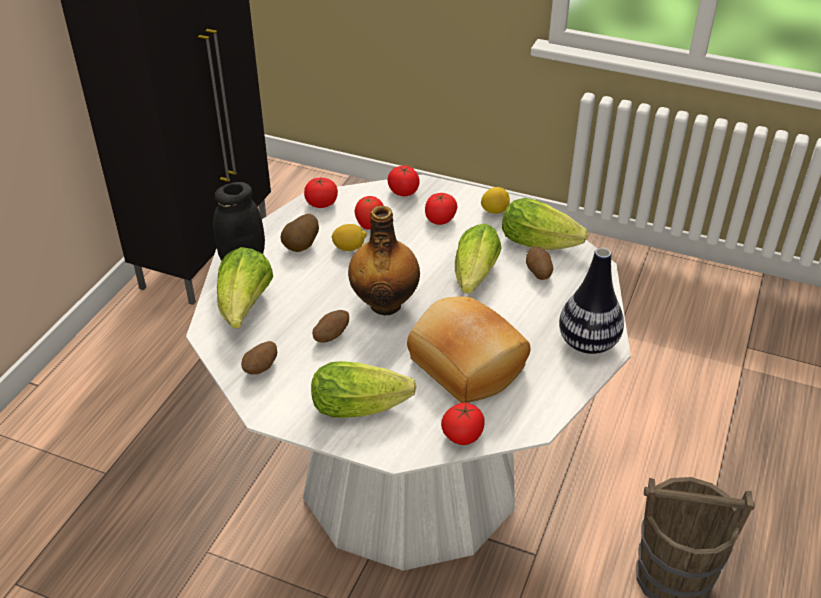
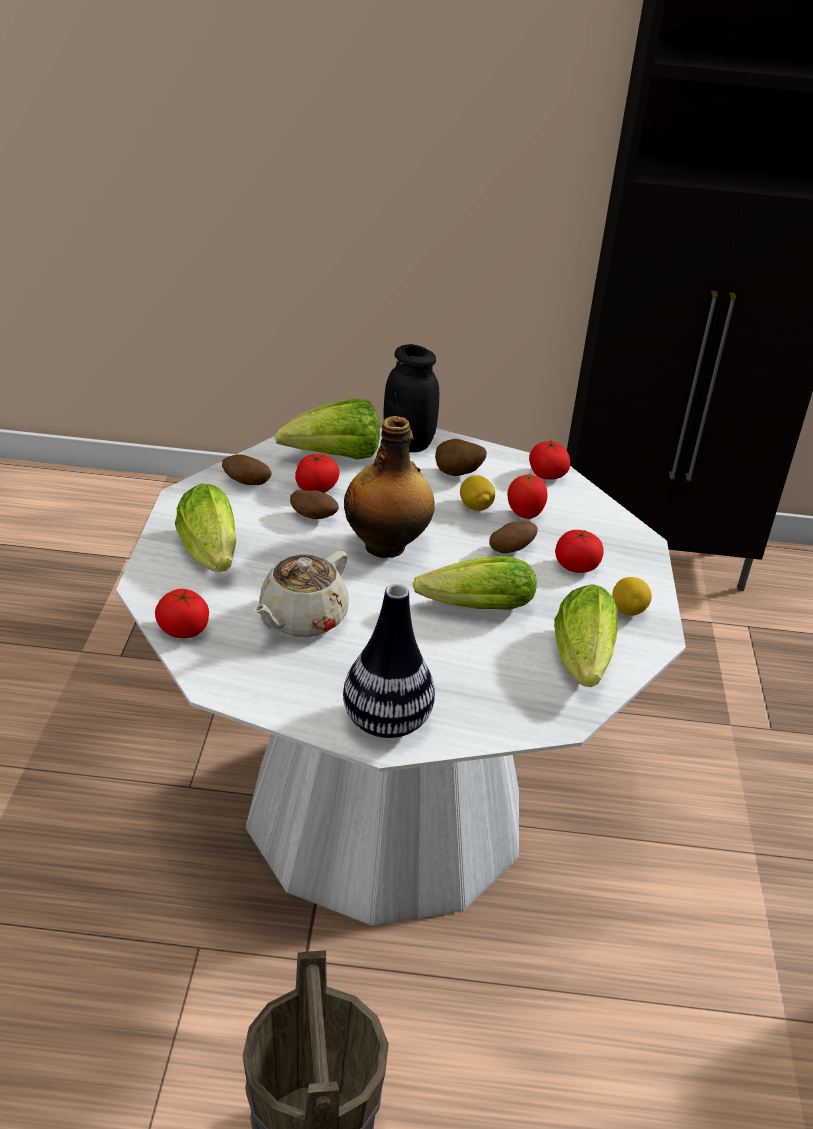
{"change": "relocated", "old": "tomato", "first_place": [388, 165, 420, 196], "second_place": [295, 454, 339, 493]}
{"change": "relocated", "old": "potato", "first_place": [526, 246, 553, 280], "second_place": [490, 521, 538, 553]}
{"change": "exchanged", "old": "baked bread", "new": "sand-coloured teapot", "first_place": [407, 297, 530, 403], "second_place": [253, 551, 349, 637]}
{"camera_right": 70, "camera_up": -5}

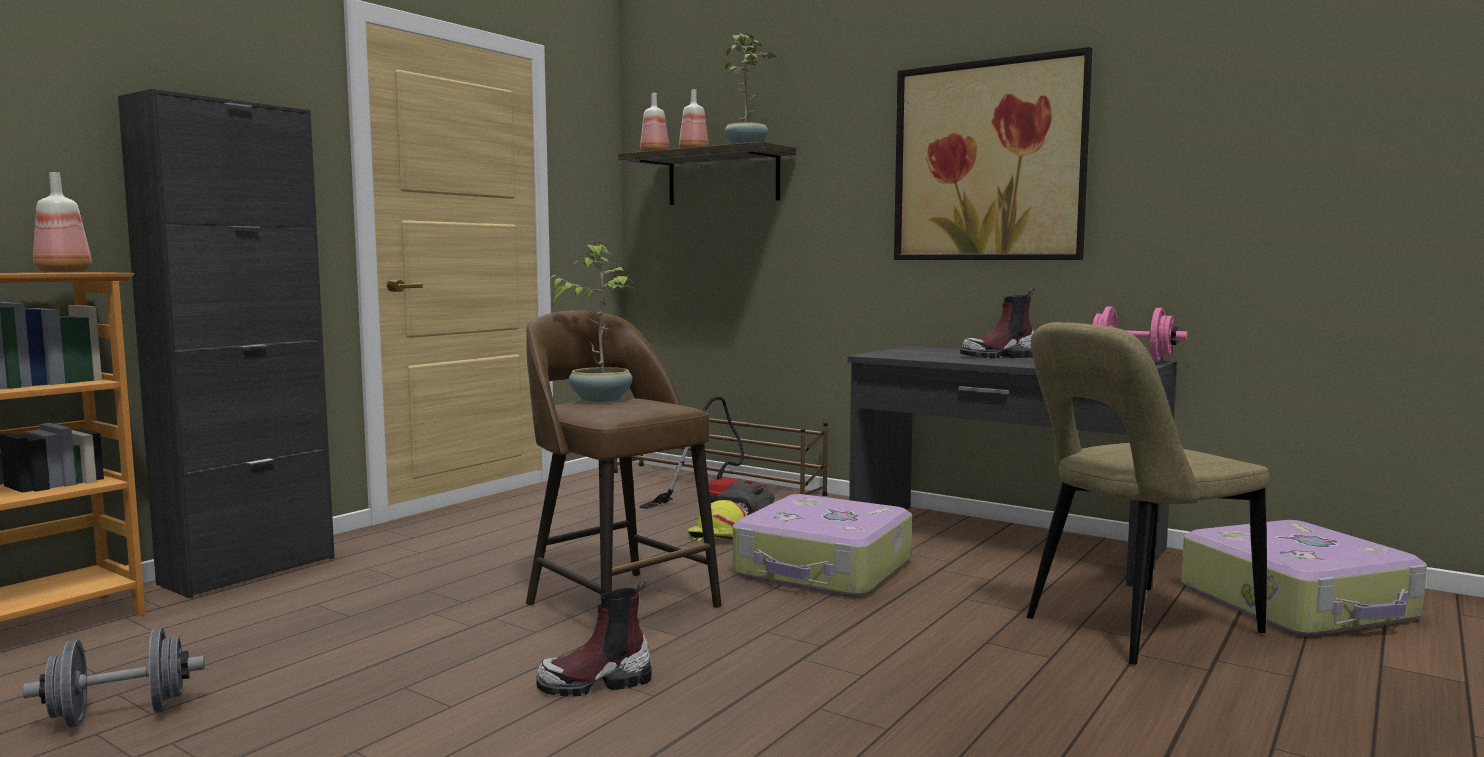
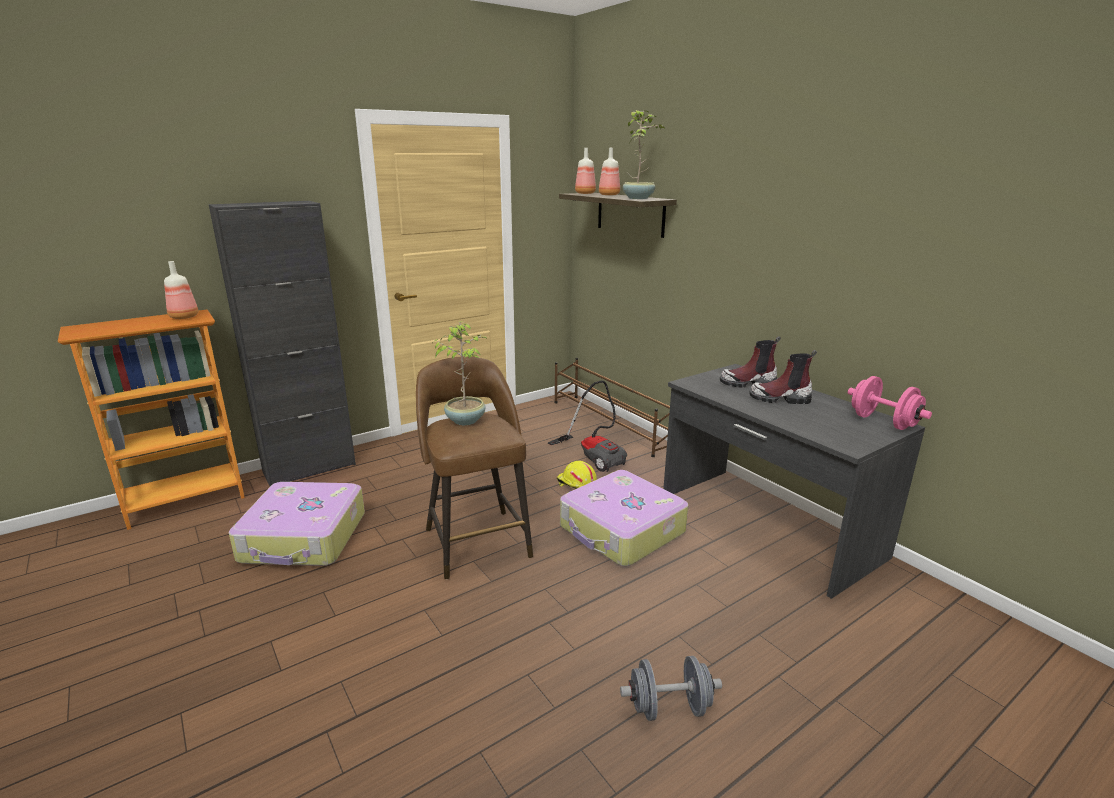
{"change": "missing", "old": "wall picture", "first_place": [894, 47, 1092, 260]}
{"change": "missing", "old": "sand-coloured chair", "first_place": [1027, 322, 1270, 665]}
{"change": "relocated", "old": "piece of luggage", "first_place": [1181, 520, 1427, 636], "second_place": [229, 482, 365, 566]}
{"change": "relocated", "old": "boot", "first_place": [536, 579, 652, 697], "second_place": [720, 337, 781, 388]}
{"change": "relocated", "old": "grey dumbbell", "first_place": [23, 628, 205, 727], "second_place": [620, 656, 722, 721]}
{"camera_right": 20, "camera_up": 15}

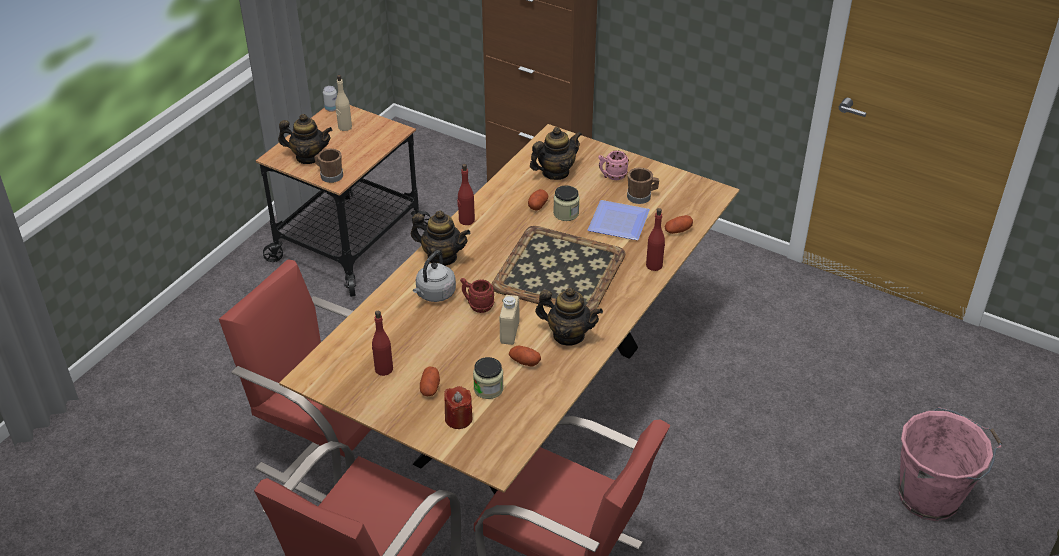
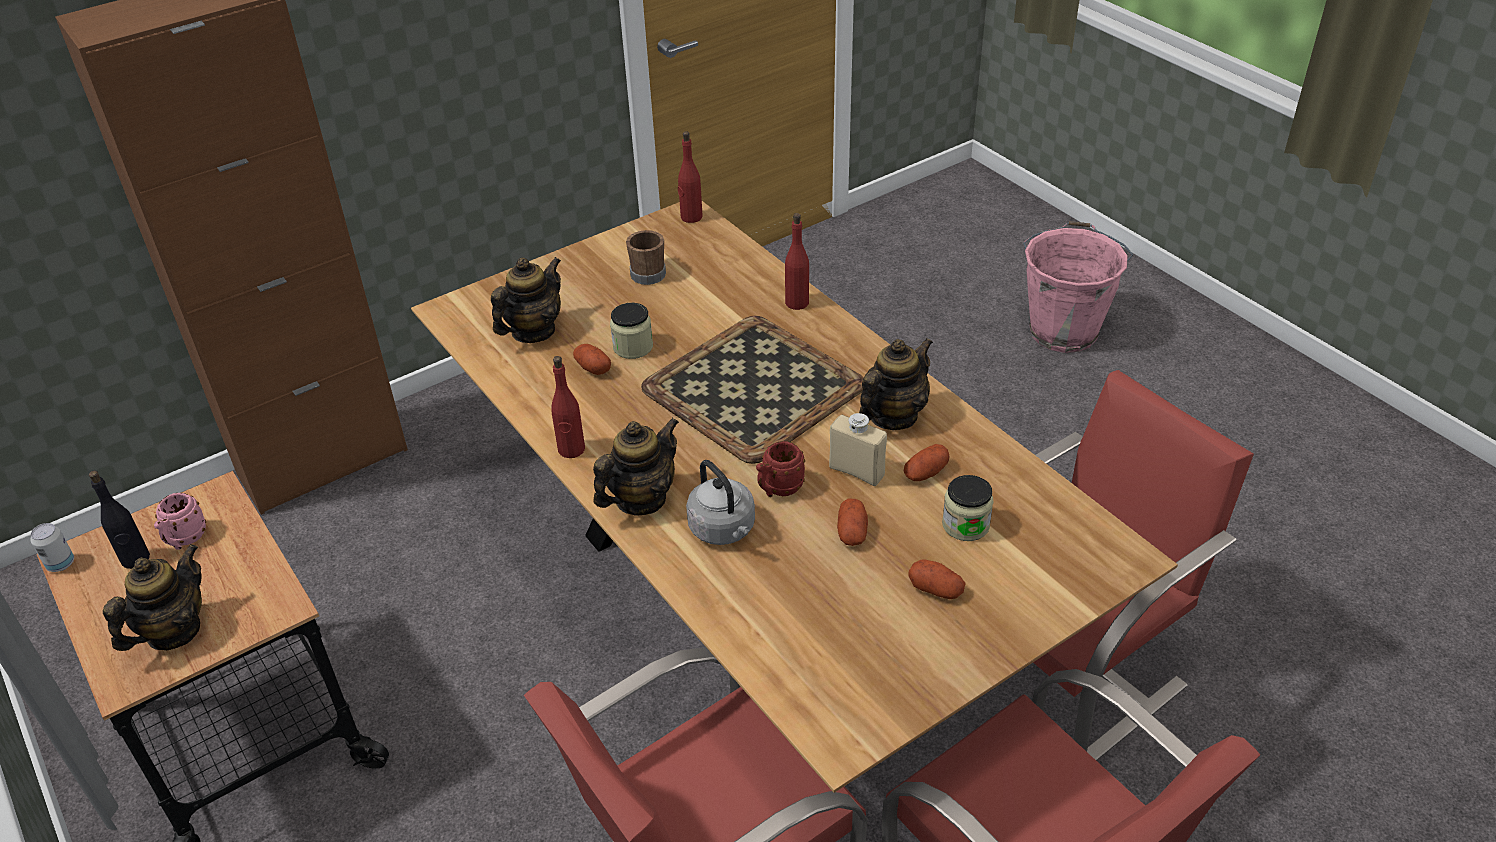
{"change": "colour", "old": "sand-coloured beverage bottle", "new": "black-coloured beverage bottle", "first_place": [335, 75, 352, 131], "second_place": [89, 470, 150, 569]}
{"change": "spun", "old": "teapot", "first_place": [530, 127, 582, 180], "second_place": [491, 257, 561, 343], "degrees": 45}
{"change": "missing", "old": "brown-coloured tea mug", "first_place": [314, 148, 343, 183]}
{"change": "relocated", "old": "pink tea mug", "first_place": [598, 151, 629, 180], "second_place": [154, 493, 206, 550]}
{"change": "missing", "old": "flat dish", "first_place": [588, 200, 650, 240]}
{"change": "relocated", "old": "potato", "first_place": [665, 215, 693, 234], "second_place": [837, 498, 868, 546]}
{"change": "relocated", "old": "red beverage bottle", "first_place": [372, 311, 393, 376], "second_place": [678, 131, 702, 223]}
{"change": "missing", "old": "red candle", "first_place": [444, 386, 472, 429]}
{"camera_right": -65, "camera_up": 0}

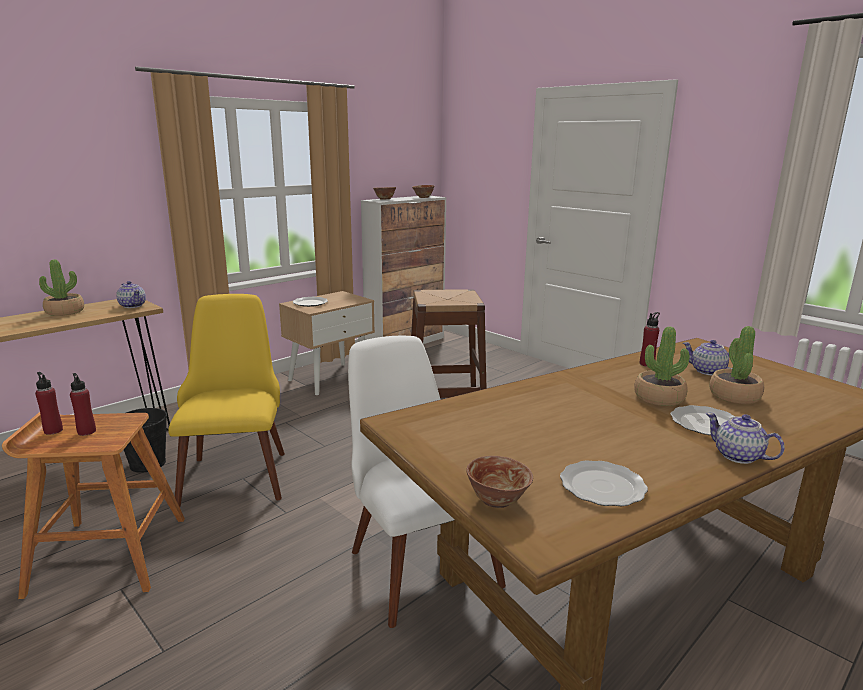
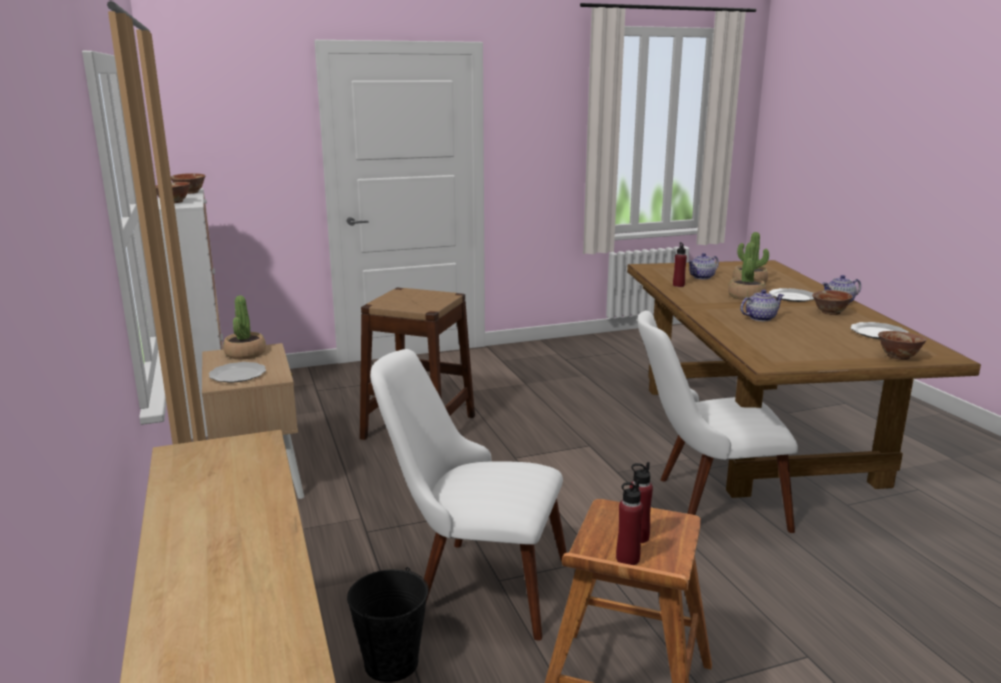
{"change": "relocated", "old": "plant in a pot", "first_place": [39, 259, 84, 316], "second_place": [223, 296, 266, 359]}
{"change": "relocated", "old": "teapot", "first_place": [116, 281, 146, 308], "second_place": [740, 290, 784, 321]}
{"change": "colour", "old": "yellowish chair", "new": "white chair", "first_place": [168, 294, 285, 507], "second_place": [370, 349, 567, 641]}
{"change": "appeared", "new": "deep dish", "second_place": [812, 290, 852, 315]}
{"camera_right": -65, "camera_up": 0}

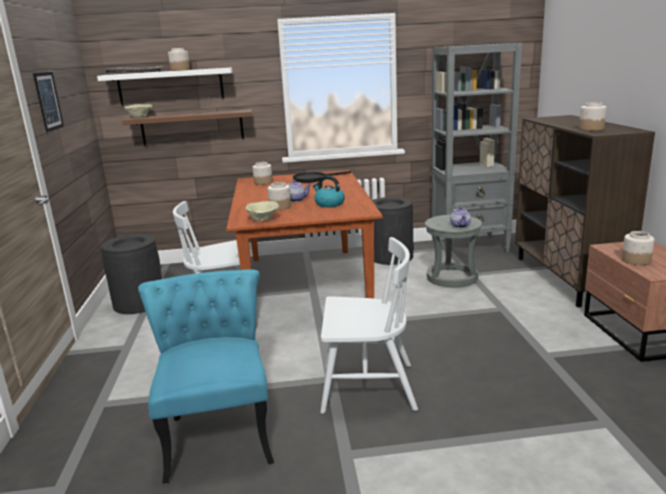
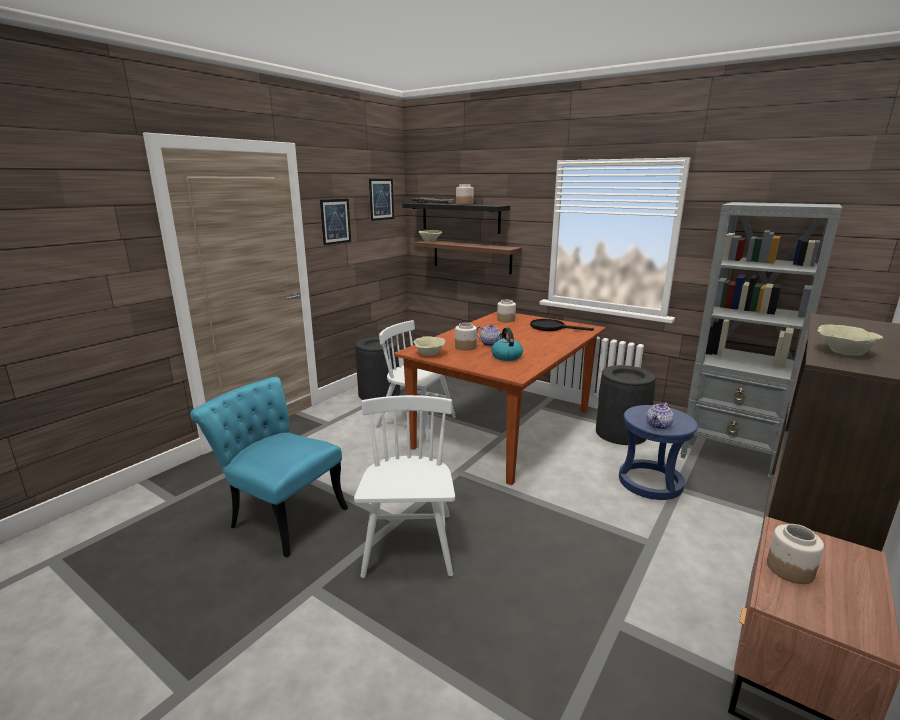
{"change": "colour", "old": "white shelf", "new": "black-coloured shelf", "first_place": [97, 67, 232, 105], "second_place": [402, 203, 510, 234]}
{"change": "exchanged", "old": "jar", "new": "sand-coloured deep dish", "first_place": [579, 102, 607, 131], "second_place": [817, 324, 883, 356]}
{"change": "colour", "old": "grey sitting stool", "new": "blue-coloured sitting stool", "first_place": [425, 215, 482, 288], "second_place": [619, 405, 698, 500]}
{"change": "spun", "old": "white chair", "first_place": [320, 237, 418, 414], "second_place": [354, 395, 455, 578], "degrees": -135}
{"change": "spun", "old": "blue-green chair", "first_place": [138, 269, 274, 483], "second_place": [190, 377, 348, 558], "degrees": -90}
{"change": "appeared", "new": "wall picture", "second_place": [369, 179, 394, 221]}
{"camera_right": 40, "camera_up": 0}

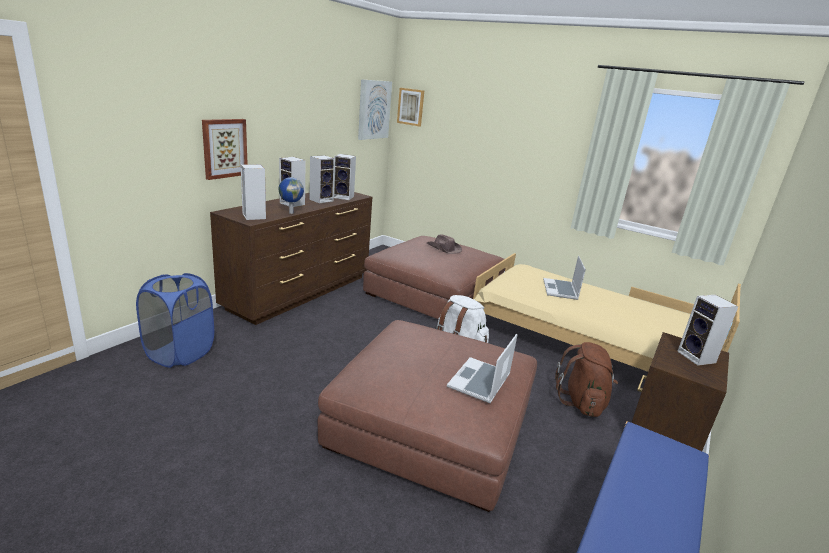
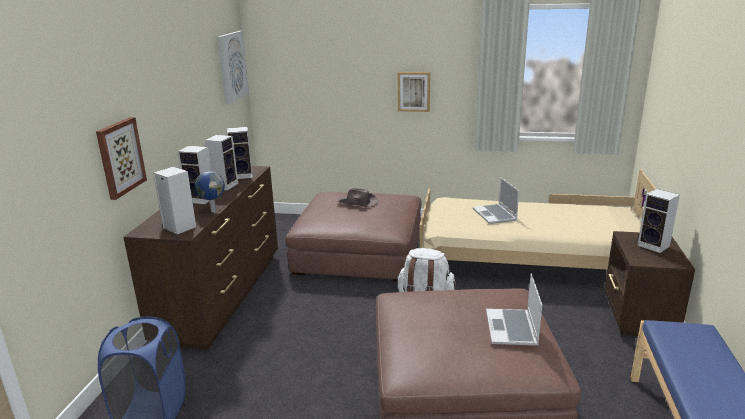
{"change": "relocated", "old": "wall picture", "first_place": [397, 88, 424, 127], "second_place": [398, 72, 430, 112]}
{"change": "missing", "old": "brown-coloured rucksack", "first_place": [555, 342, 618, 417]}
{"camera_right": -20, "camera_up": 0}

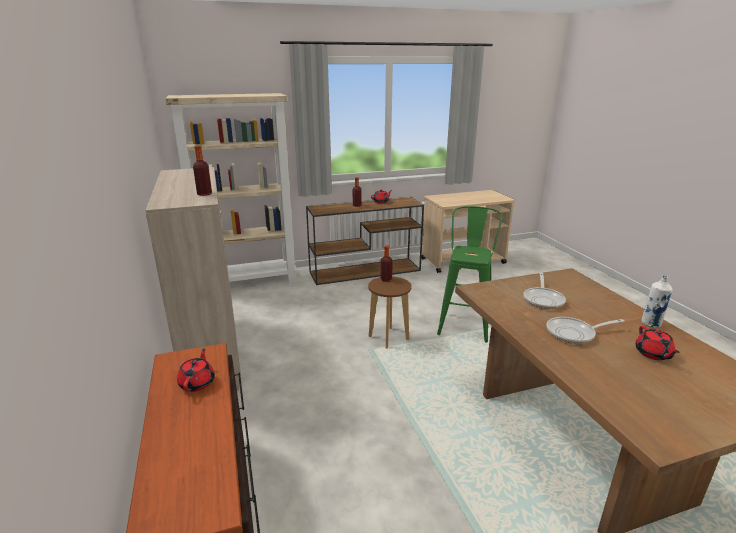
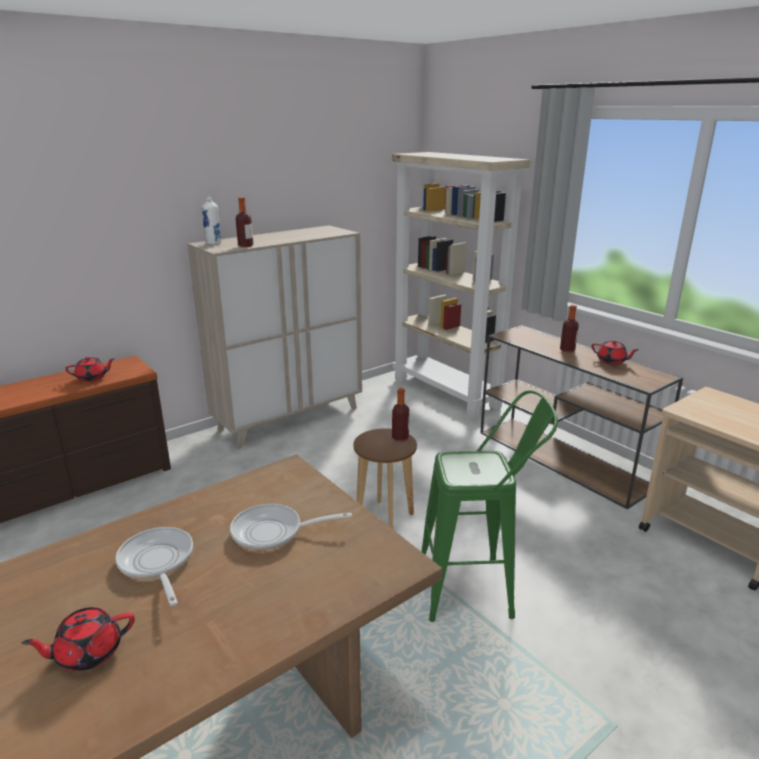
{"change": "relocated", "old": "white beverage bottle", "first_place": [641, 276, 673, 328], "second_place": [202, 196, 221, 245]}
{"camera_right": 70, "camera_up": 0}

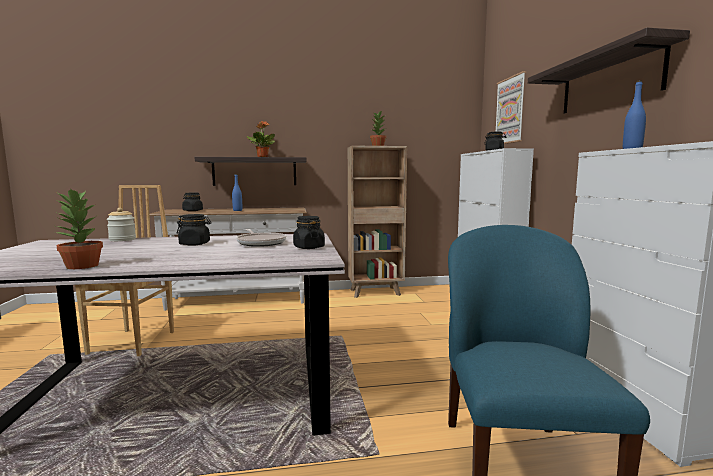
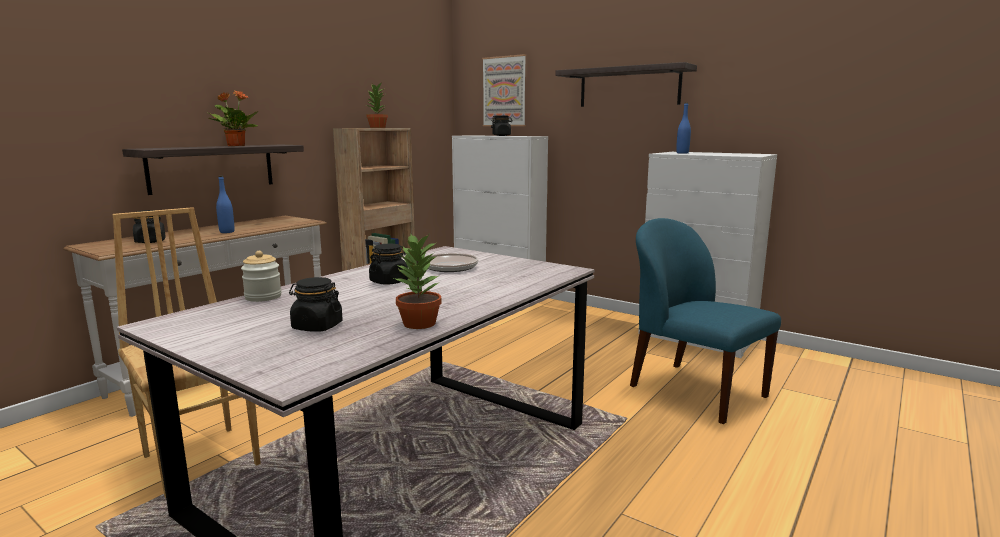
{"change": "relocated", "old": "black-coloured jar", "first_place": [293, 216, 325, 249], "second_place": [289, 277, 343, 332]}
{"camera_right": -45, "camera_up": 5}

